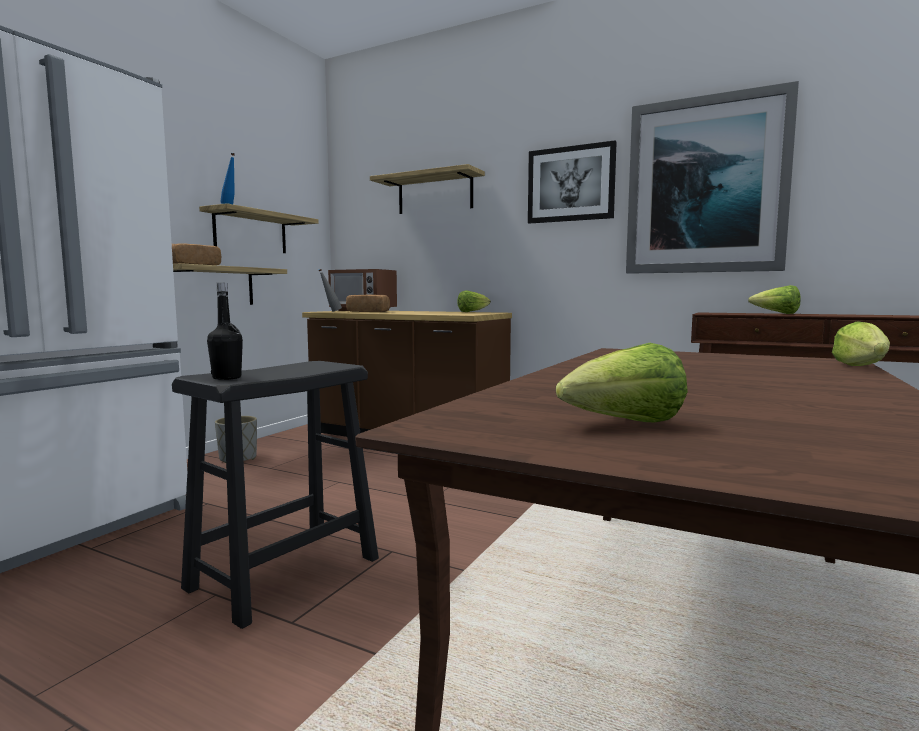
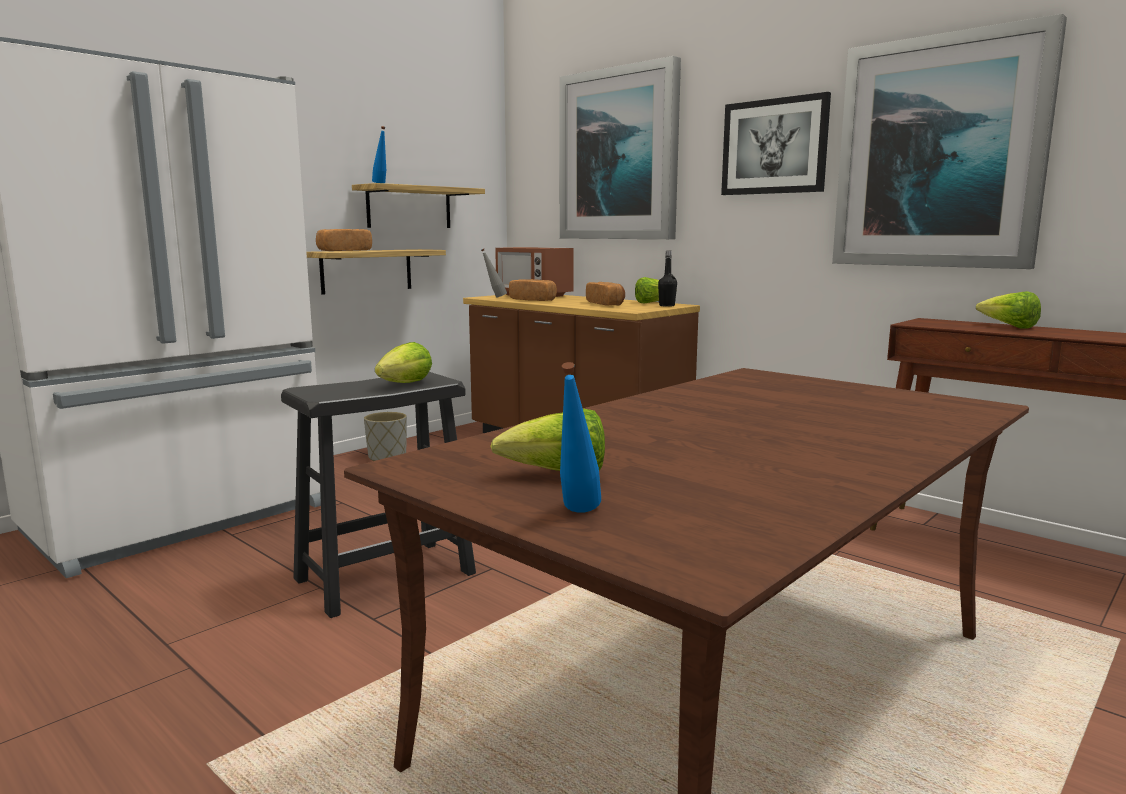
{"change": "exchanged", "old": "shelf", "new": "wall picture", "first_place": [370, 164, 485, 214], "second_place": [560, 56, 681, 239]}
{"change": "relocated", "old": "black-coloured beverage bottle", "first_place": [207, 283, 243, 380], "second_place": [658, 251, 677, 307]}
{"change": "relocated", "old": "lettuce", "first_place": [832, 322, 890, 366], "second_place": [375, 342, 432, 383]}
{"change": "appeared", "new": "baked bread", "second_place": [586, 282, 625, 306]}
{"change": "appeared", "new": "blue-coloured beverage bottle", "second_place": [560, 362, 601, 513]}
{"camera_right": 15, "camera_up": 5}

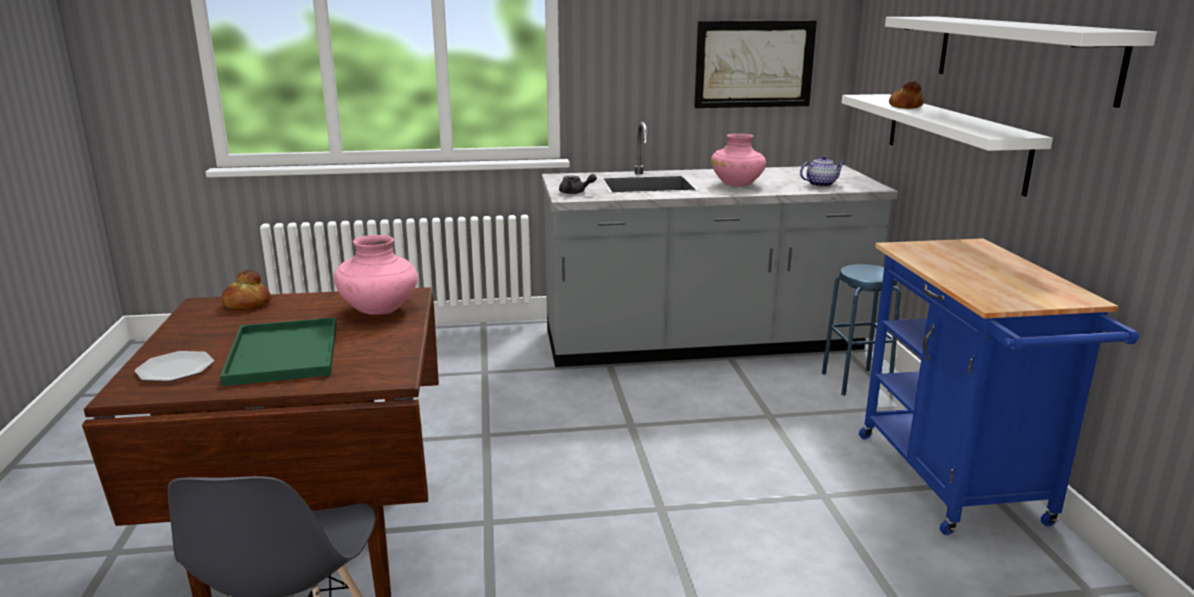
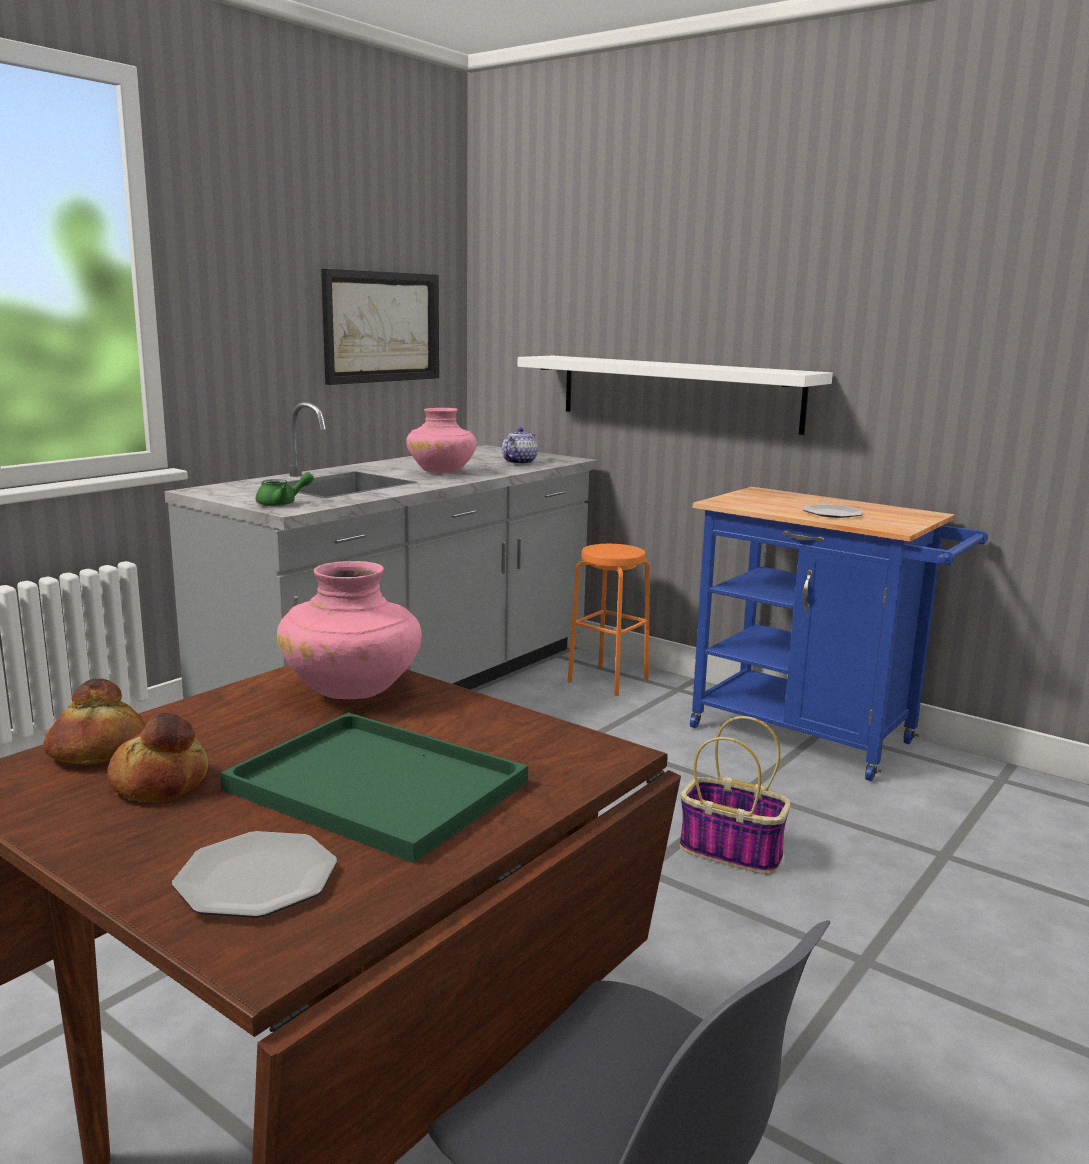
{"change": "missing", "old": "white shelf", "first_place": [885, 17, 1157, 108]}
{"change": "relocated", "old": "baked bread", "first_place": [889, 80, 924, 109], "second_place": [107, 713, 208, 802]}
{"change": "colour", "old": "grey teapot", "new": "green-coloured teapot", "first_place": [559, 174, 597, 194], "second_place": [256, 472, 314, 506]}
{"change": "colour", "old": "blue-coloured sitting stool", "new": "orange sitting stool", "first_place": [822, 264, 901, 396], "second_place": [568, 544, 650, 696]}
{"change": "appeared", "new": "flat dish", "second_place": [803, 504, 863, 518]}
{"change": "appeared", "new": "storage basket", "second_place": [680, 716, 791, 874]}
{"camera_right": -45, "camera_up": -5}

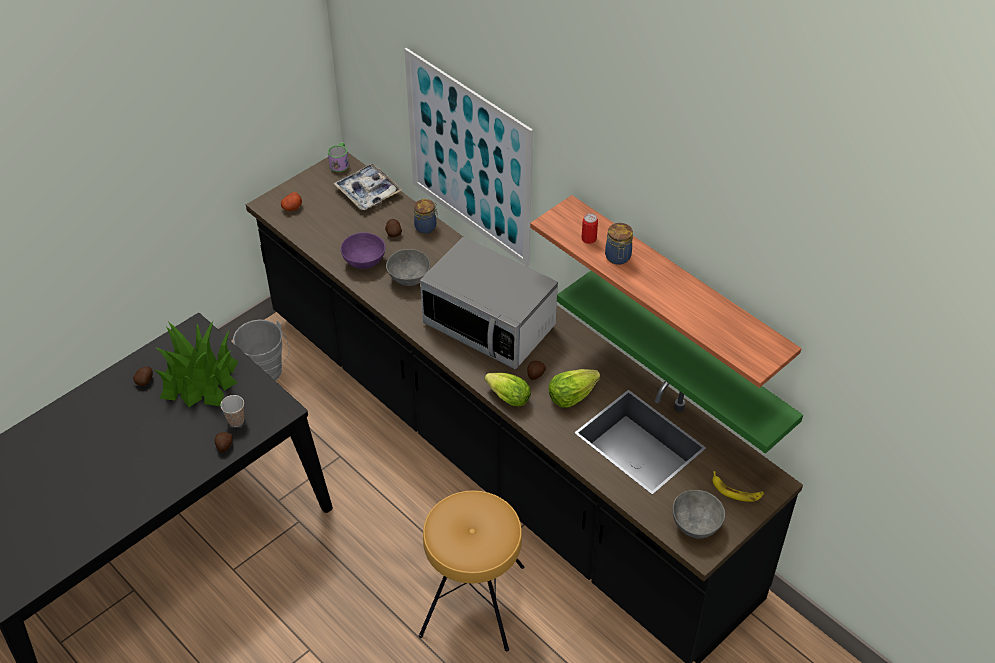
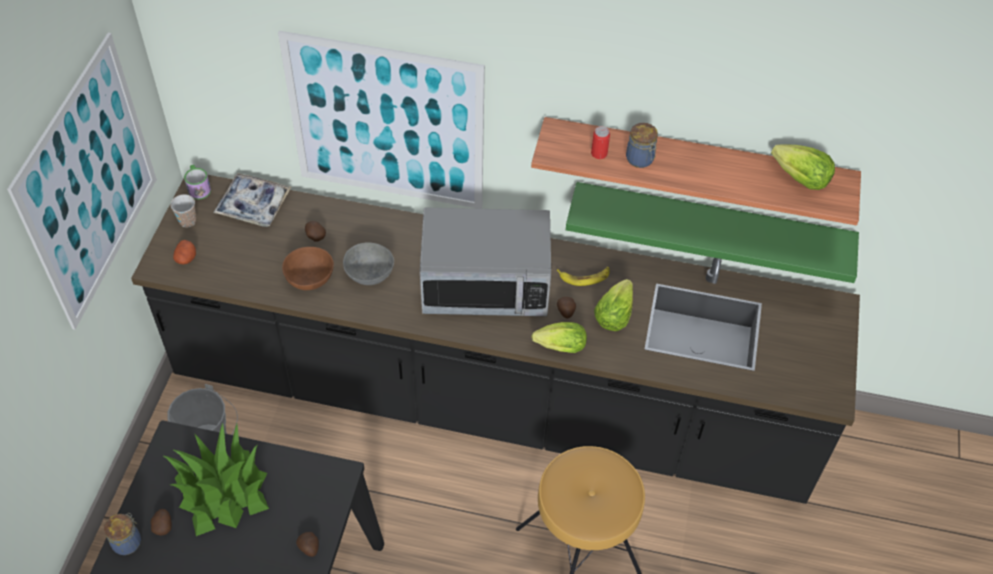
{"change": "relocated", "old": "jar", "first_place": [414, 199, 438, 234], "second_place": [104, 513, 141, 555]}
{"change": "colour", "old": "purple deep dish", "new": "brown-coloured deep dish", "first_place": [341, 232, 385, 269], "second_place": [282, 247, 334, 290]}
{"change": "relocated", "old": "small cup", "first_place": [220, 395, 244, 427], "second_place": [170, 194, 196, 227]}
{"change": "relocated", "old": "whole banana", "first_place": [713, 471, 764, 502], "second_place": [557, 267, 609, 286]}
{"change": "missing", "old": "grey deep dish", "first_place": [673, 490, 725, 538]}
{"change": "appeared", "new": "wall picture", "second_place": [7, 33, 157, 330]}
{"change": "appeared", "new": "lettuce", "second_place": [771, 144, 835, 190]}
{"camera_right": -35, "camera_up": 5}

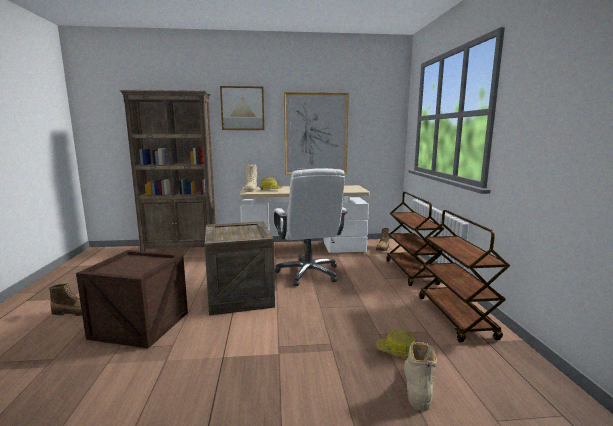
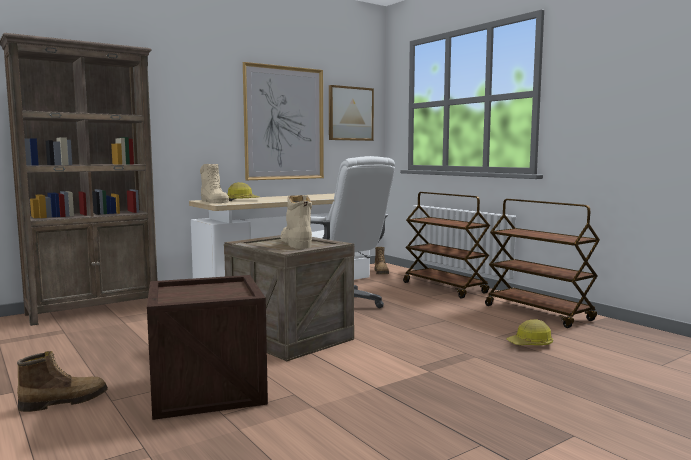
{"change": "relocated", "old": "wall picture", "first_place": [220, 86, 264, 130], "second_place": [329, 85, 374, 141]}
{"change": "relocated", "old": "sand-coloured boot", "first_place": [404, 341, 437, 411], "second_place": [281, 195, 312, 249]}
{"camera_right": -30, "camera_up": -5}

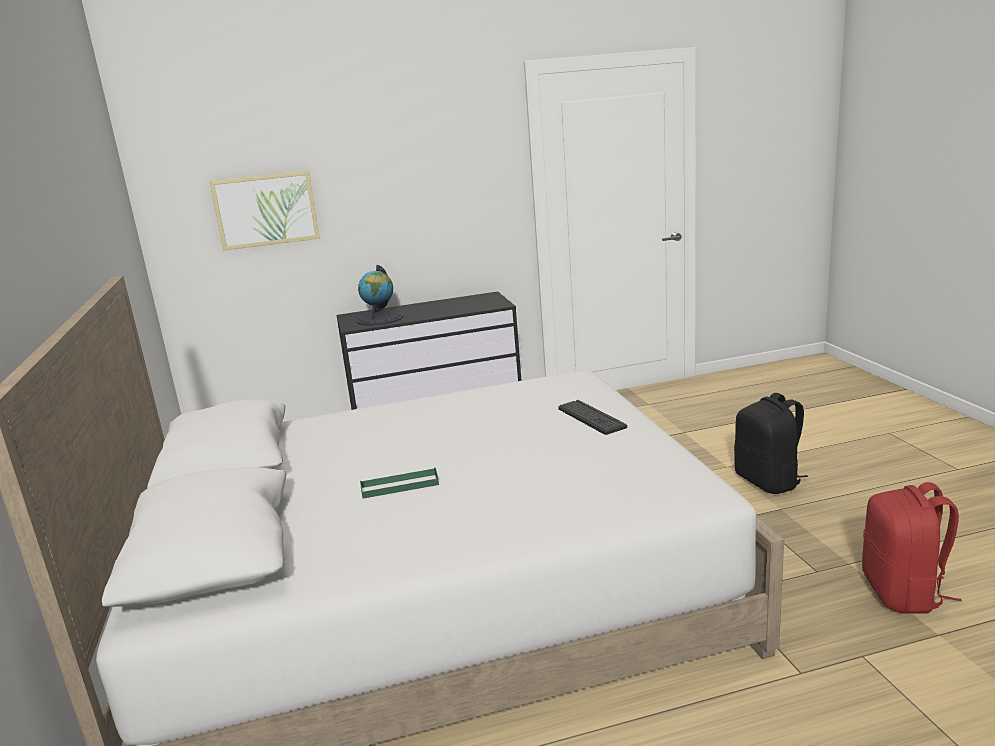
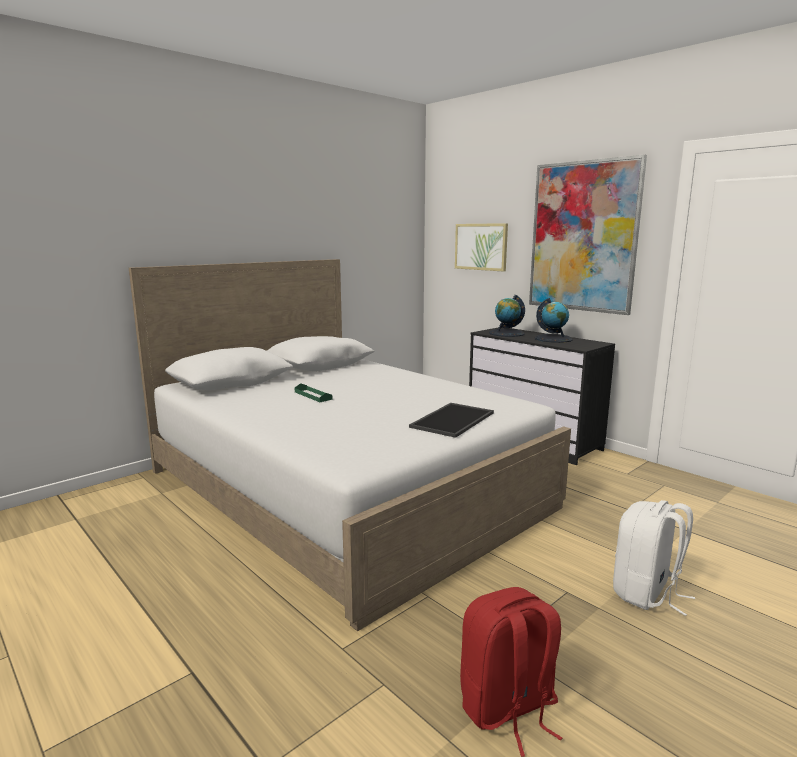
{"change": "colour", "old": "black-coloured rucksack", "new": "white rucksack", "first_place": [734, 393, 808, 494], "second_place": [613, 500, 695, 616]}
{"change": "exchanged", "old": "computer keyboard", "new": "carrying tray", "first_place": [558, 400, 627, 435], "second_place": [409, 403, 494, 438]}
{"change": "appeared", "new": "wall picture", "second_place": [529, 155, 647, 315]}
{"change": "appeared", "new": "world globe", "second_place": [535, 298, 573, 343]}
{"camera_right": 60, "camera_up": -5}

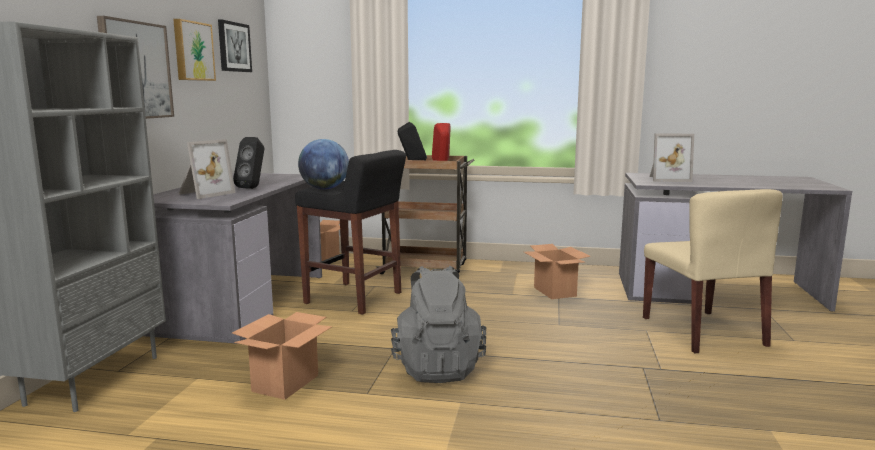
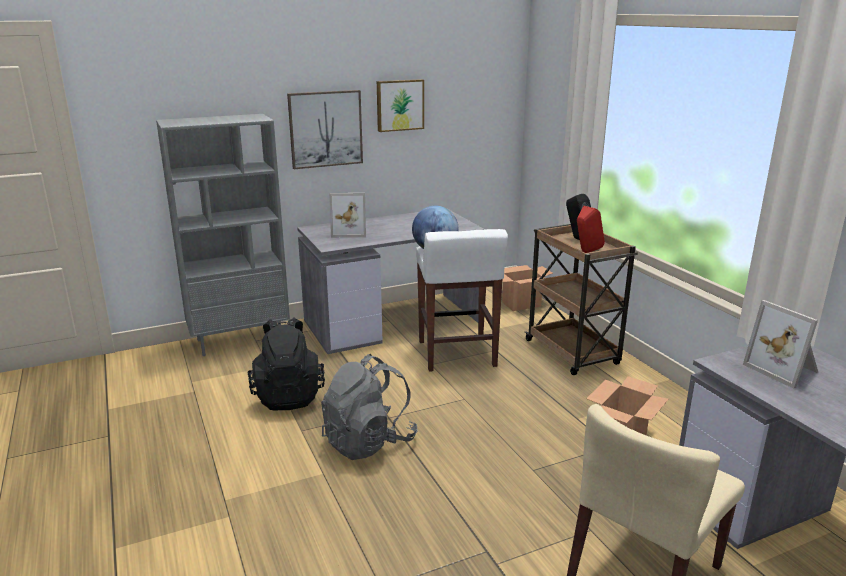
{"change": "missing", "old": "wall picture", "first_place": [218, 20, 252, 72]}
{"change": "missing", "old": "black-coloured speaker", "first_place": [233, 137, 264, 189]}
{"change": "colour", "old": "black-coloured sitting stool", "new": "white sitting stool", "first_place": [295, 150, 406, 315], "second_place": [416, 229, 508, 372]}
{"change": "exchanged", "old": "packing box", "new": "black-coloured rucksack", "first_place": [232, 312, 332, 400], "second_place": [247, 317, 325, 410]}
{"camera_right": 55, "camera_up": 10}

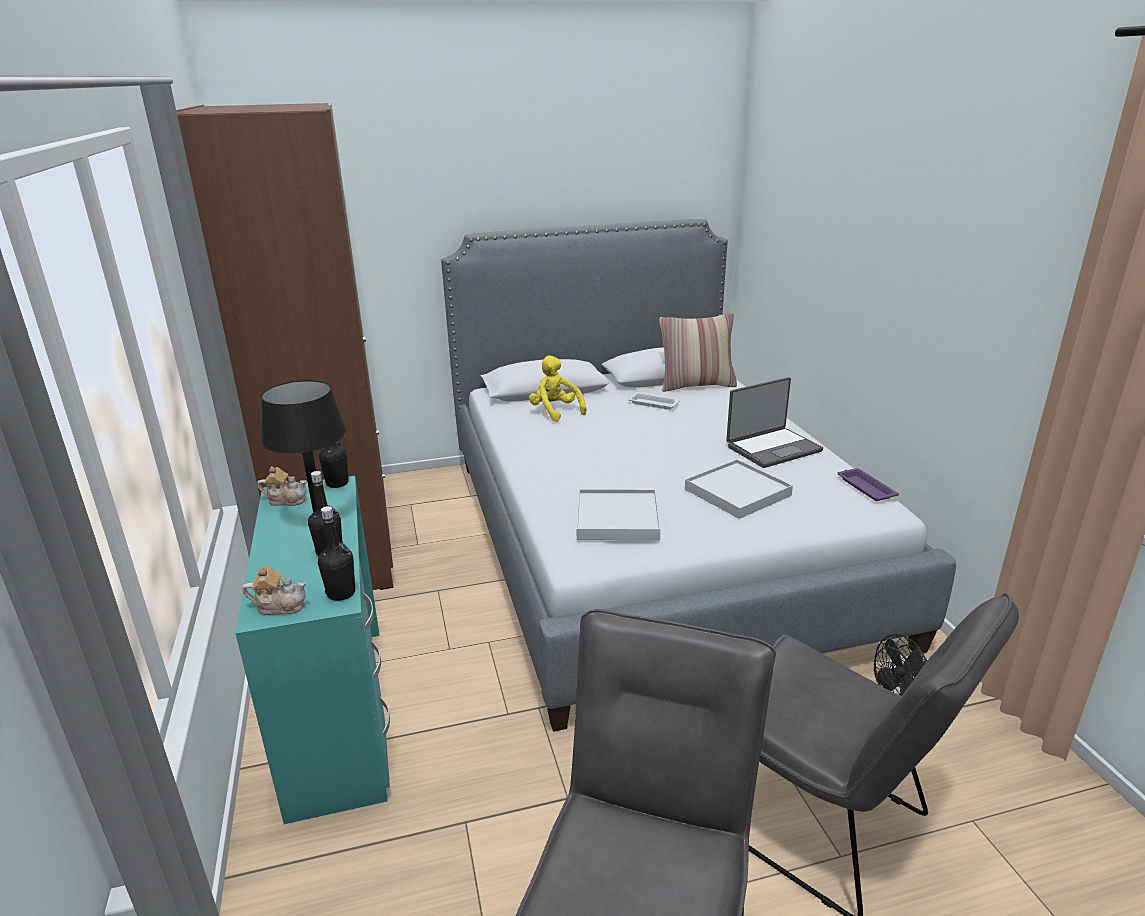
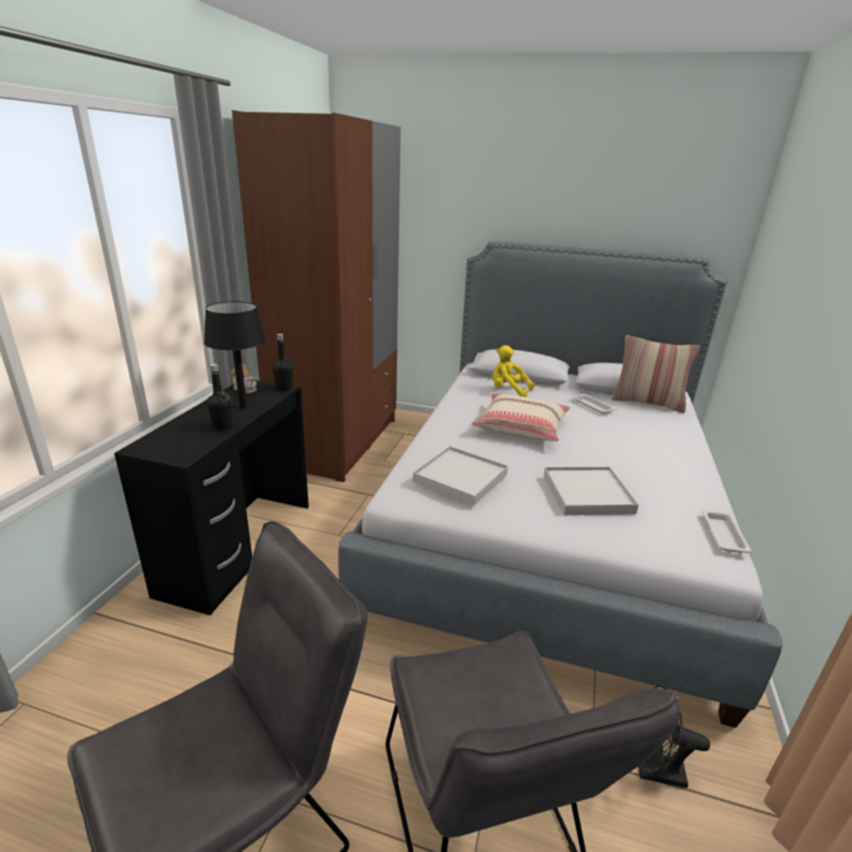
{"change": "spun", "old": "yellowish plush toy", "first_place": [529, 355, 587, 422], "second_place": [492, 345, 534, 397], "degrees": -60}
{"change": "missing", "old": "laptop", "first_place": [726, 377, 823, 468]}
{"change": "colour", "old": "purple carrying tray", "new": "white carrying tray", "first_place": [837, 468, 899, 501], "second_place": [702, 510, 752, 553]}
{"change": "colour", "old": "blue-green desk", "new": "black-coloured desk", "first_place": [235, 476, 390, 824], "second_place": [114, 380, 309, 615]}
{"change": "missing", "old": "black-coloured beverage bottle", "first_place": [318, 506, 355, 601]}
{"change": "missing", "old": "teapot", "first_place": [243, 566, 306, 615]}
{"change": "appeared", "new": "sand-coloured throw pillow", "second_place": [472, 394, 570, 441]}
{"camera_right": 30, "camera_up": 0}

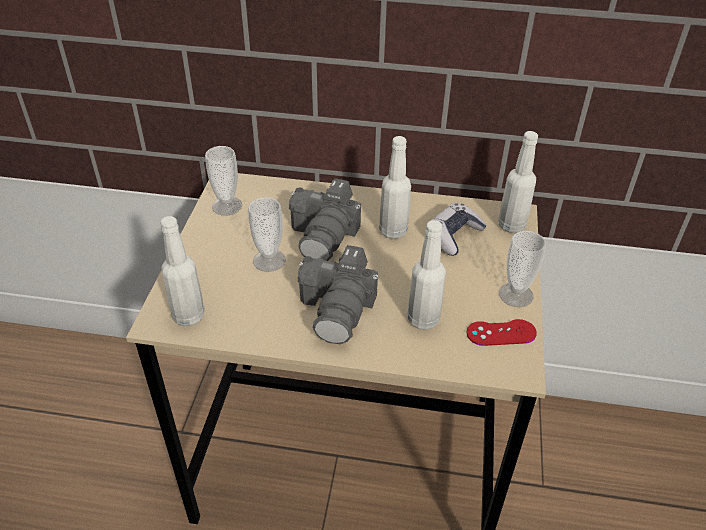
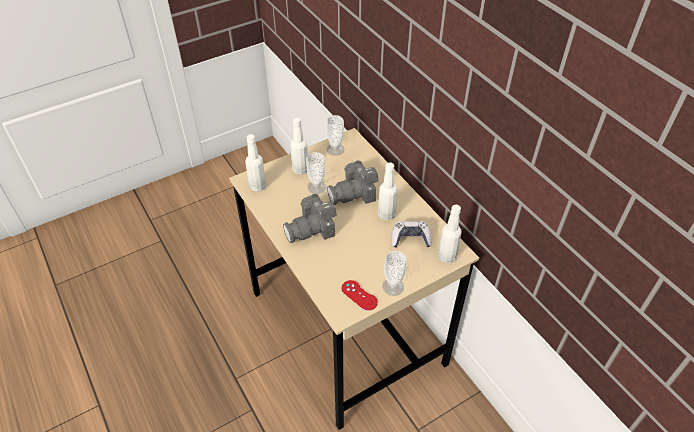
{"change": "relocated", "old": "white beverage bottle", "first_place": [408, 220, 446, 330], "second_place": [290, 118, 308, 175]}
{"camera_right": 50, "camera_up": 5}

